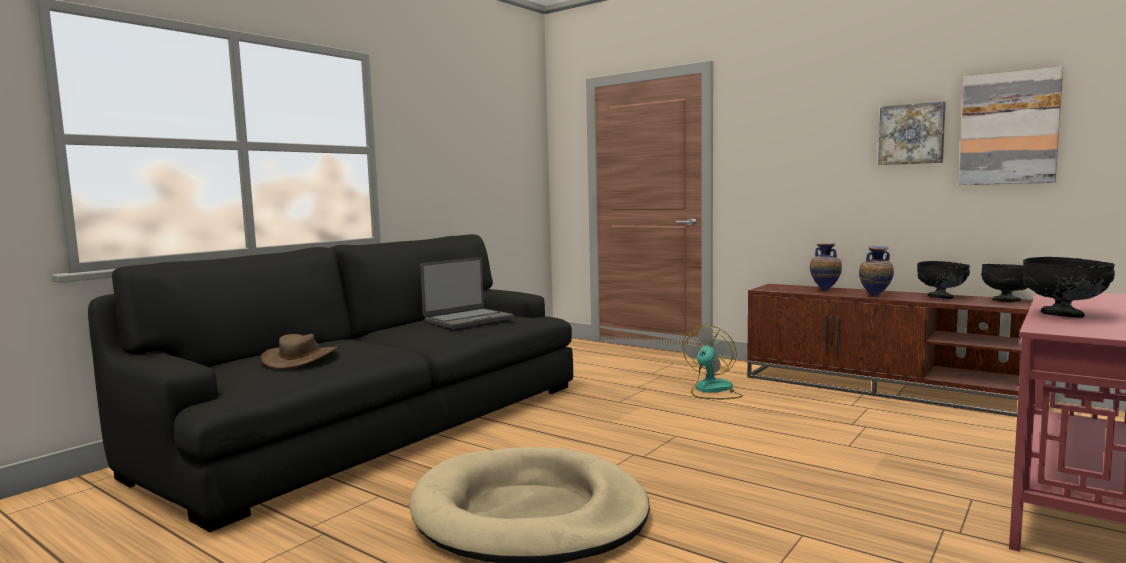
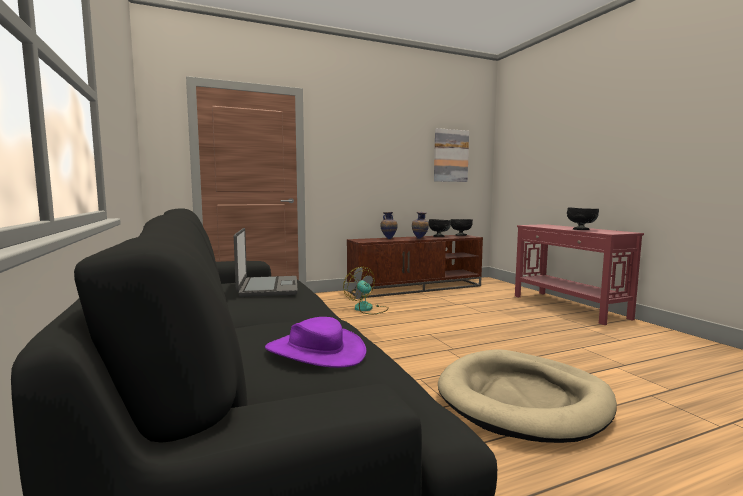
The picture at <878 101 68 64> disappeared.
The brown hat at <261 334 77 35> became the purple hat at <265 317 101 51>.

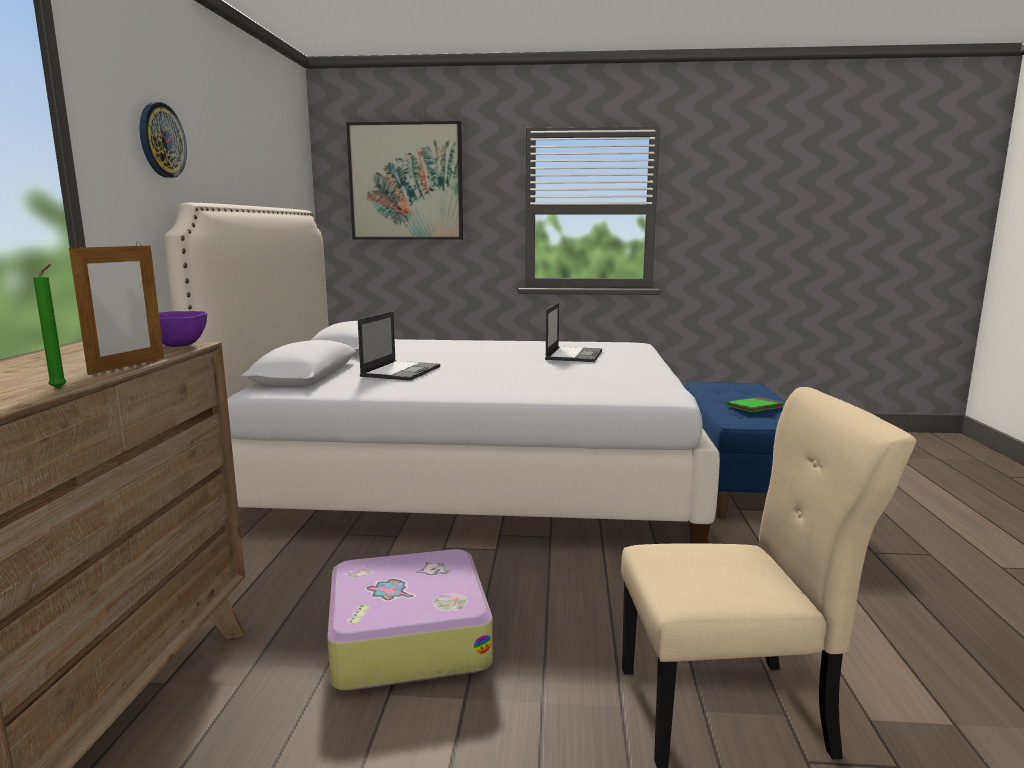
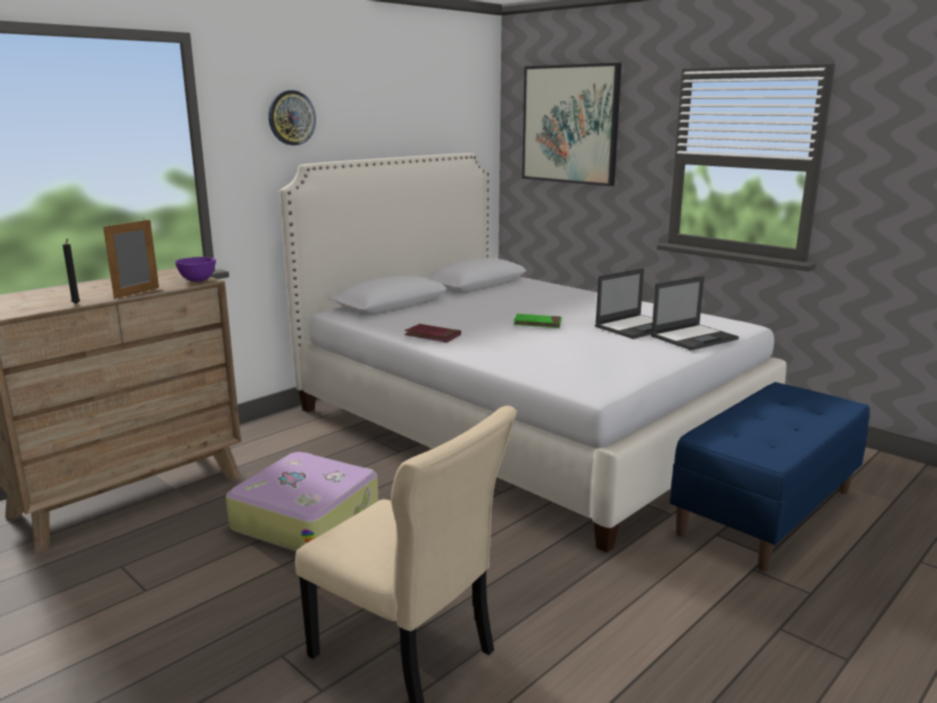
The picture frame at <69 242 95 133> turned 150 degrees clockwise.
The green candle at <33 264 34 125> became the black candle at <63 238 17 66>.
The laptop moved from <358 311 82 70> to <651 276 88 74>.
The green book moved from <726 397 58 15> to <514 314 47 14>.
The red book at <404 324 57 19> appeared.

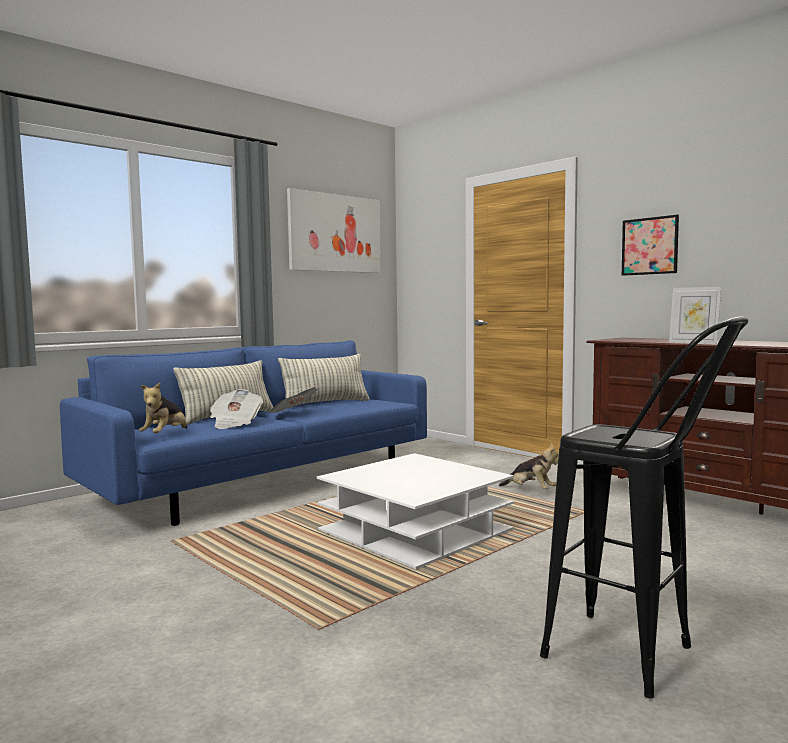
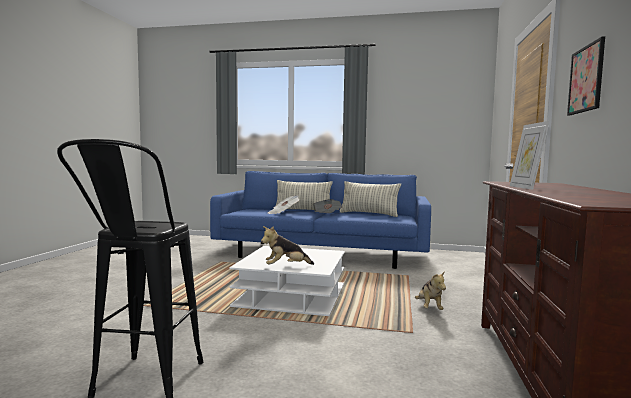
The picture at <287 188 94 85> disappeared.
The plush toy moved from <139 383 48 50> to <261 226 53 39>.

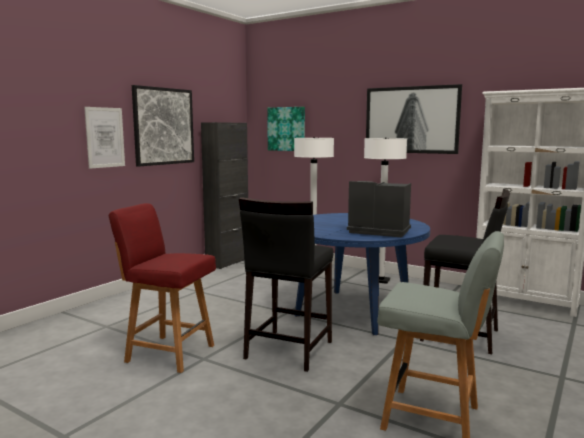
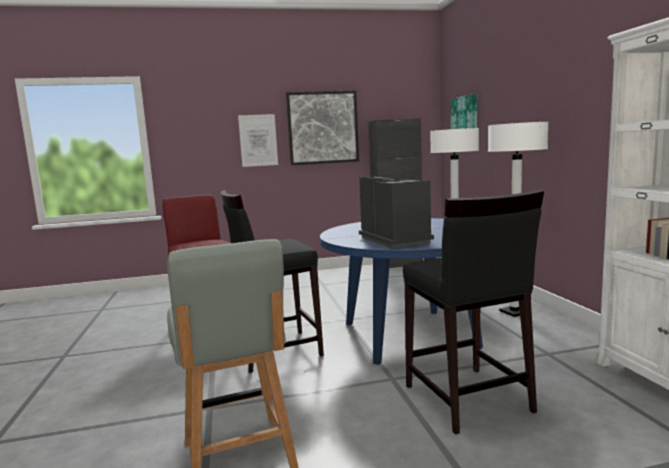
The picture at <366 84 96 70> disappeared.

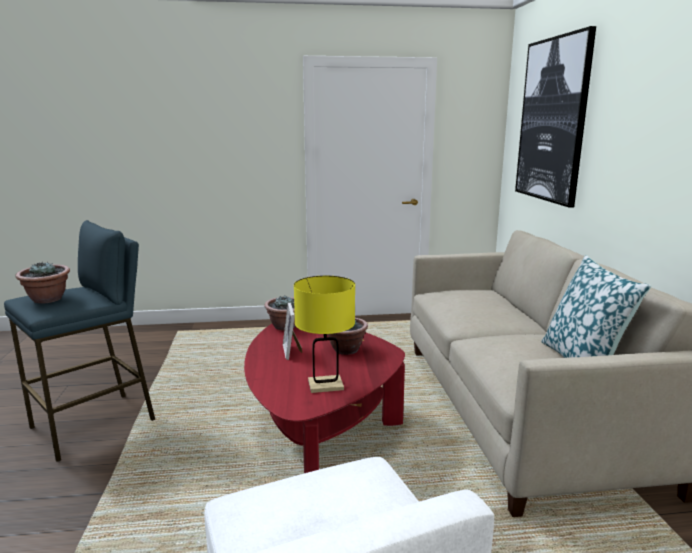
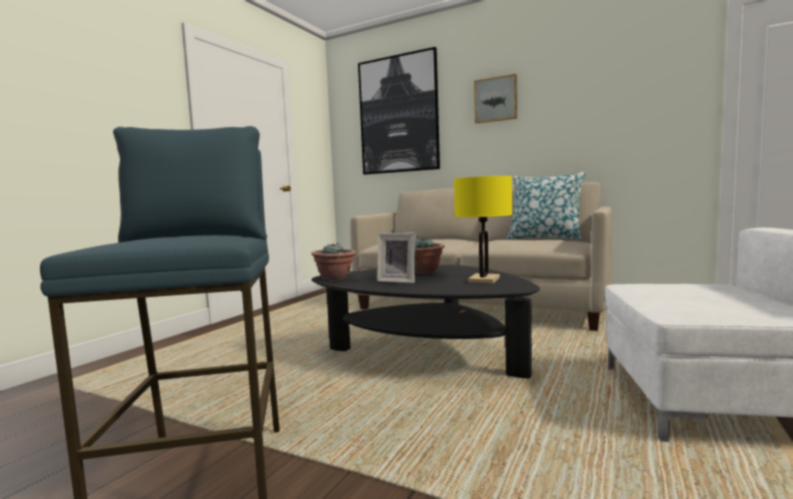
The potted plant at <16 261 54 43> disappeared.
The red coffee table at <244 324 161 149> became the black coffee table at <311 265 229 114>.
The picture at <474 74 43 49> appeared.

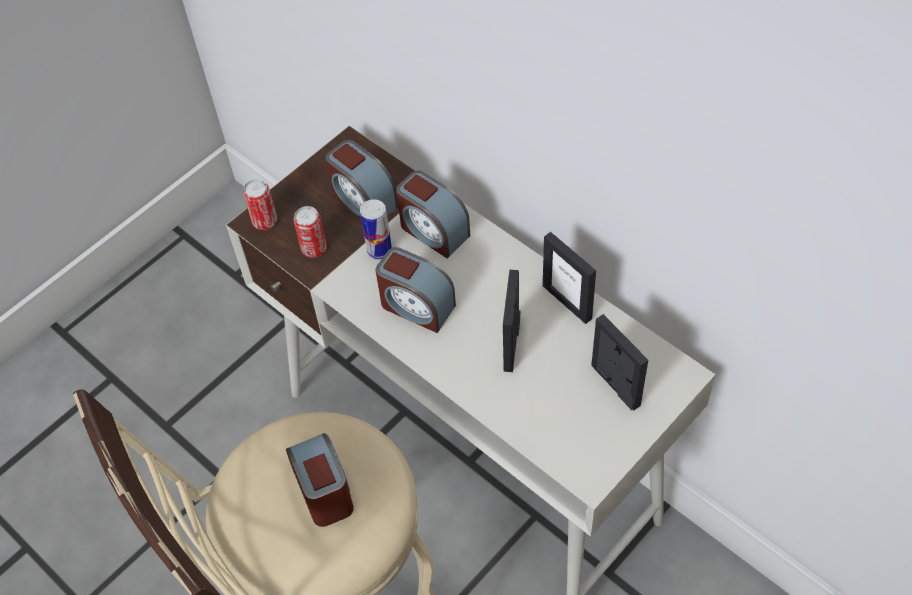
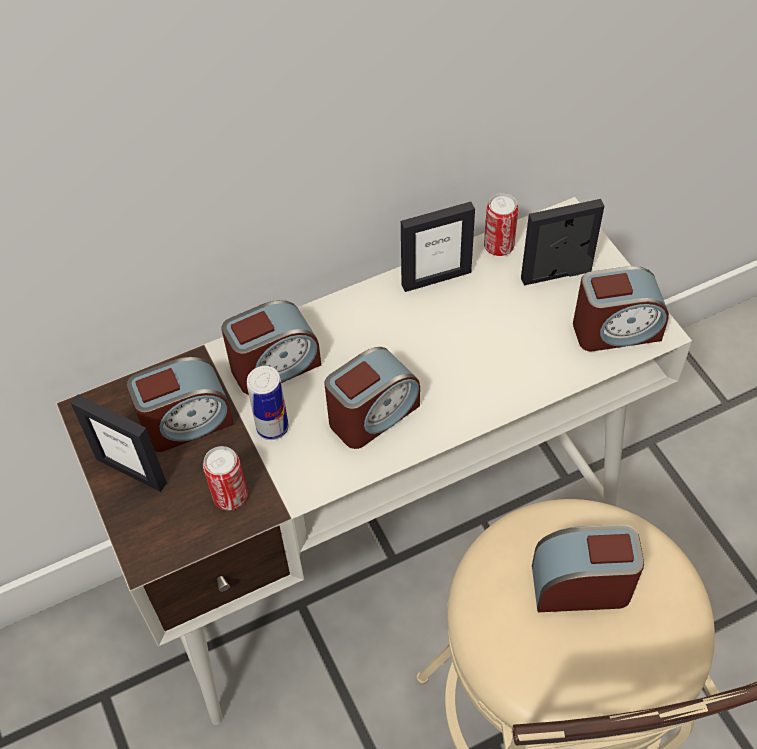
The can moved from <243 179 34 51> to <484 193 34 63>.
The picture frame moved from <503 270 17 102> to <71 394 96 98>.
The alarm clock at <573 266 96 85> appeared.

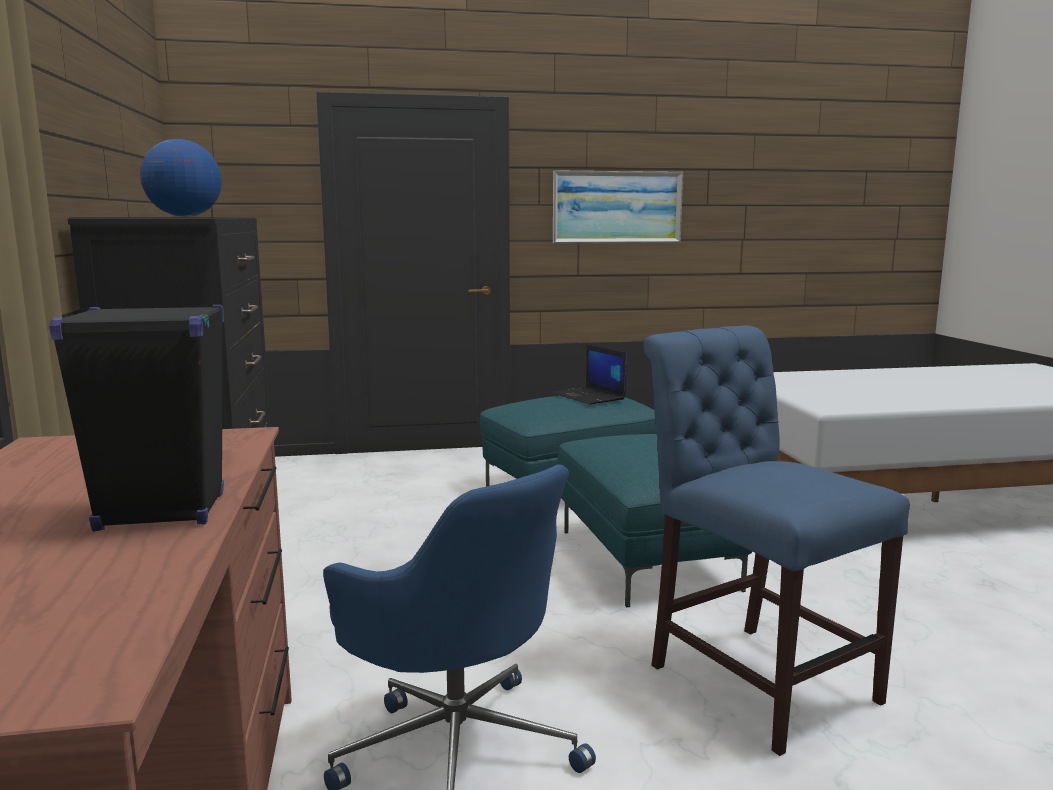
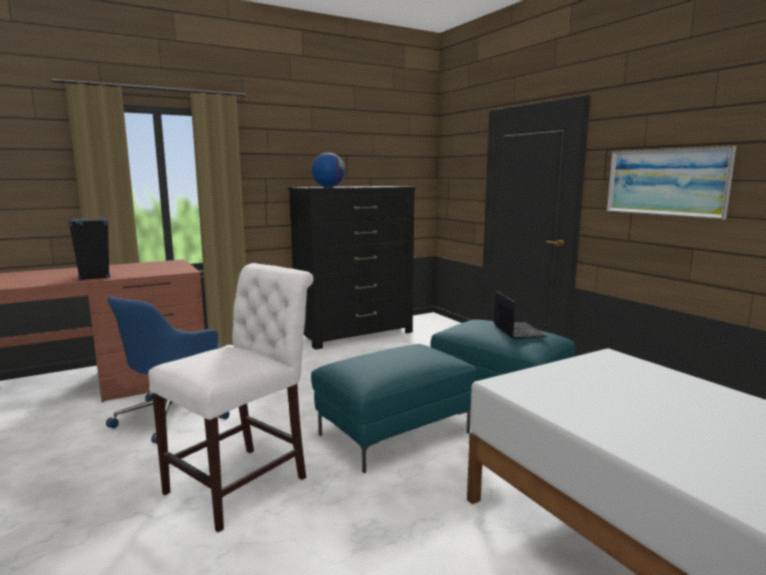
The blue chair at <644 325 266 431> became the white chair at <148 263 166 270>.
The laptop at <552 345 74 60> turned 135 degrees clockwise.

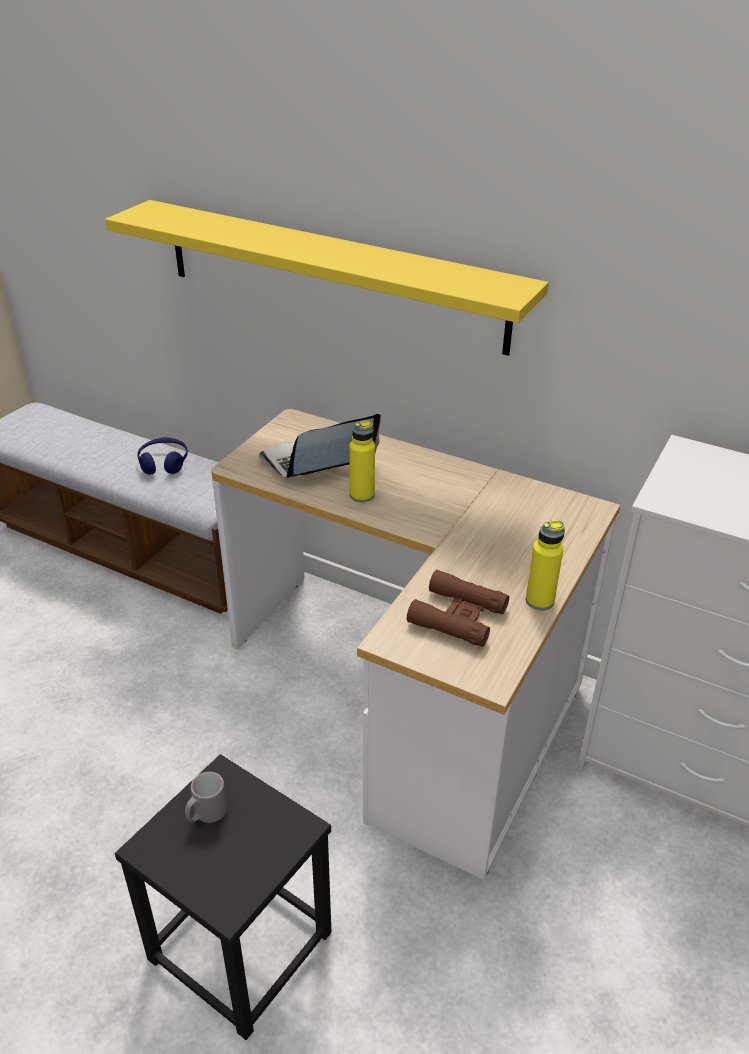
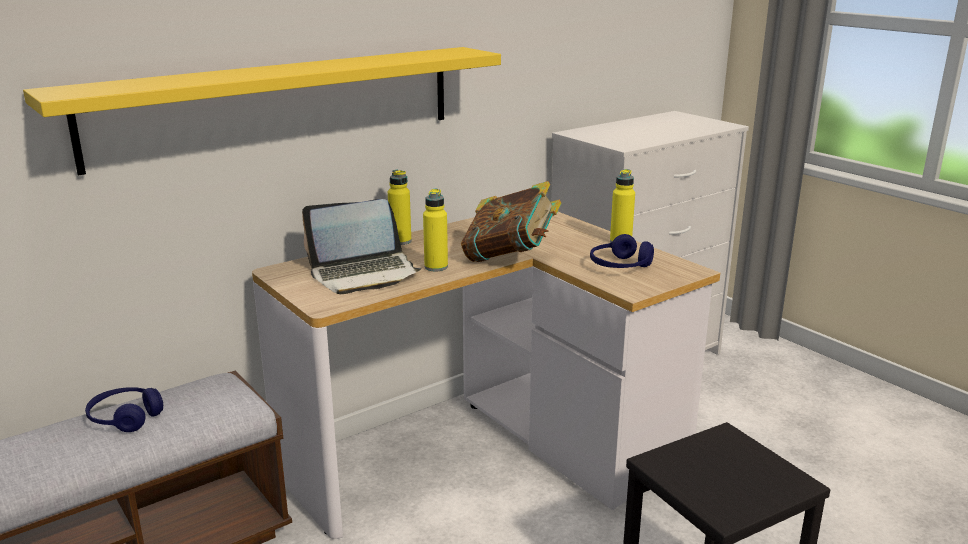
The laptop at <259 414 122 64> turned 105 degrees counterclockwise.
The brown binoculars at <407 570 102 77> was replaced by the blue headphones at <590 234 64 34>.
The grey mug at <185 772 42 51> disappeared.
The yellow bottle at <388 170 24 75> appeared.
The book at <461 181 100 81> appeared.

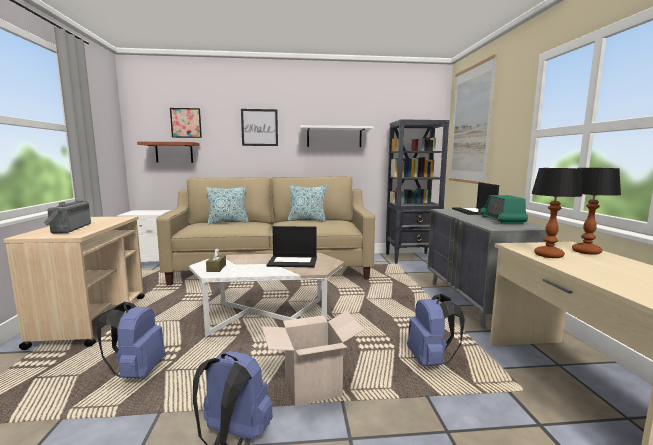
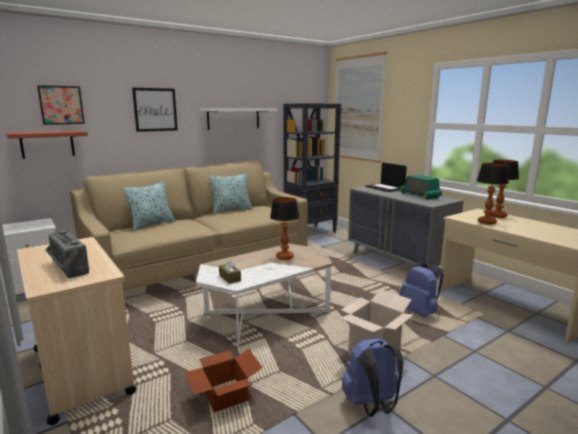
The laptop at <267 226 50 41> was replaced by the table lamp at <270 197 29 63>.
The blue backpack at <96 302 69 76> was replaced by the cardboard box at <185 349 78 63>.

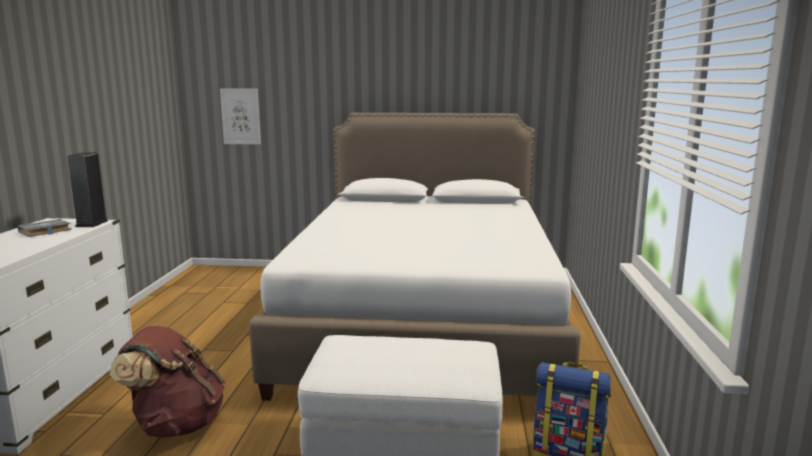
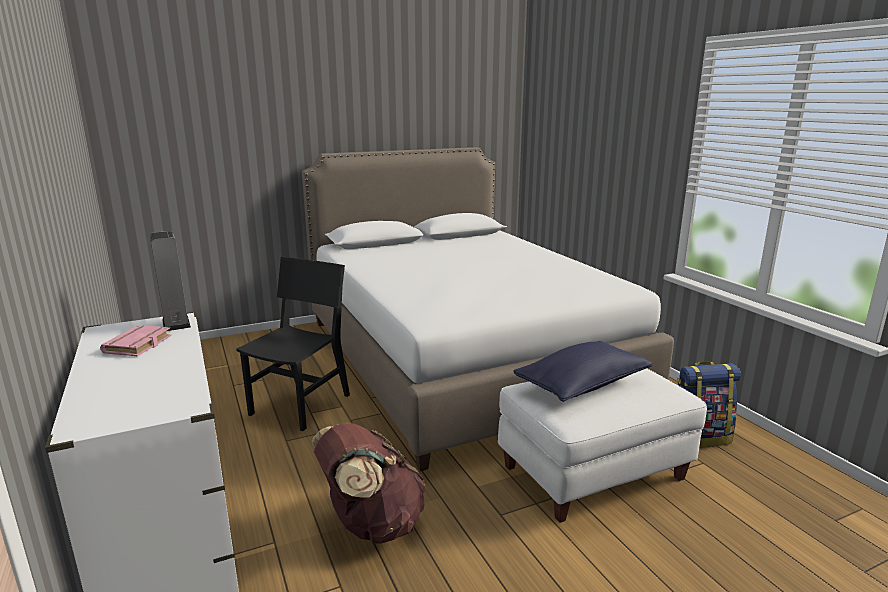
The picture at <220 89 41 56> disappeared.
The grey book at <18 219 54 18> became the pink book at <100 325 72 31>.
The black chair at <236 257 114 174> appeared.
The blue pillow at <513 341 140 61> appeared.

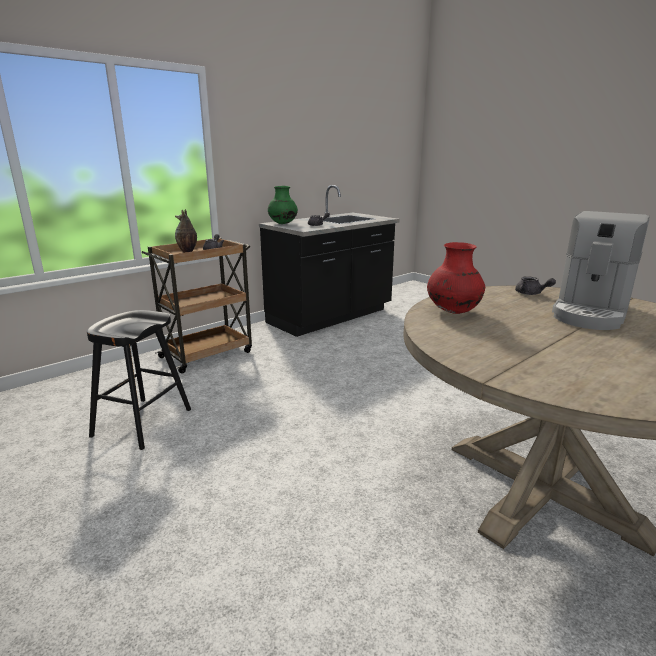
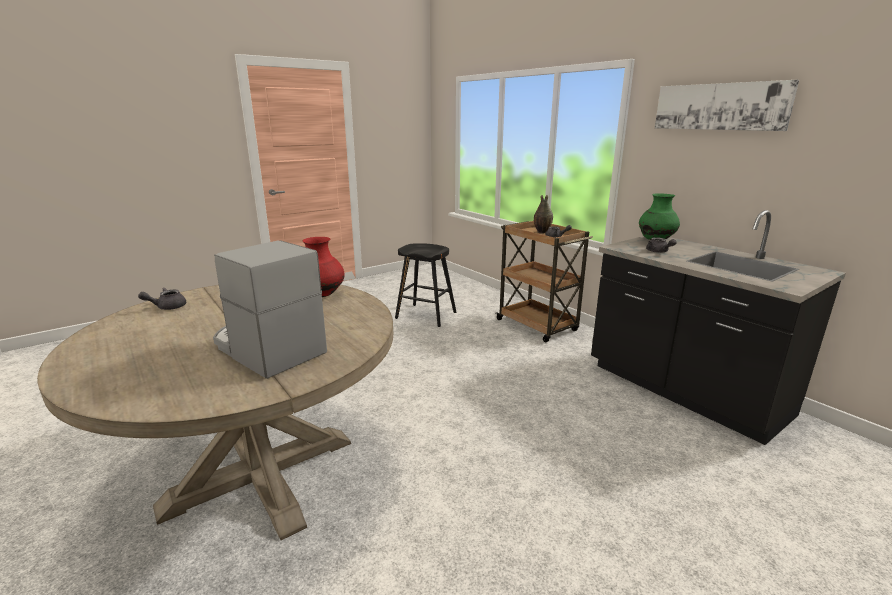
The grey teapot moved from <515 276 41 19> to <138 288 48 22>.
The picture at <655 80 144 51> appeared.

